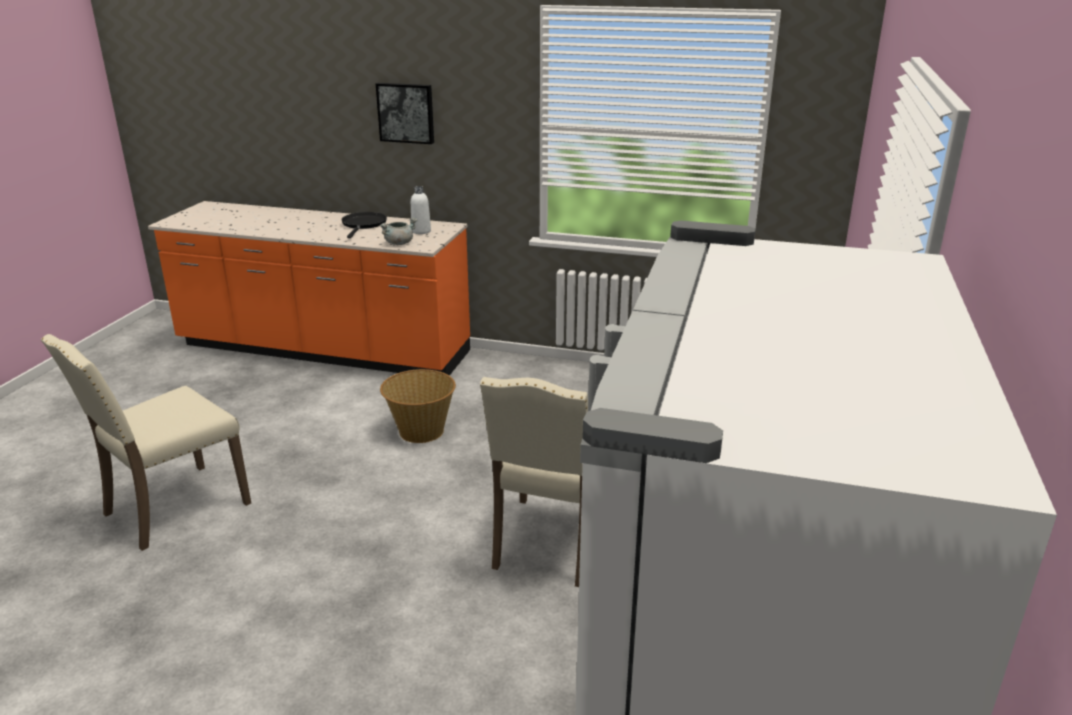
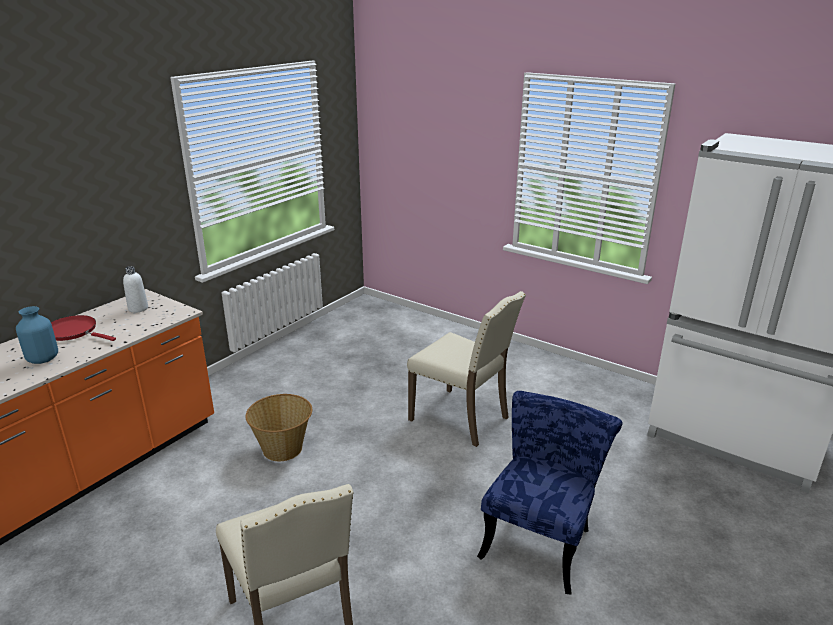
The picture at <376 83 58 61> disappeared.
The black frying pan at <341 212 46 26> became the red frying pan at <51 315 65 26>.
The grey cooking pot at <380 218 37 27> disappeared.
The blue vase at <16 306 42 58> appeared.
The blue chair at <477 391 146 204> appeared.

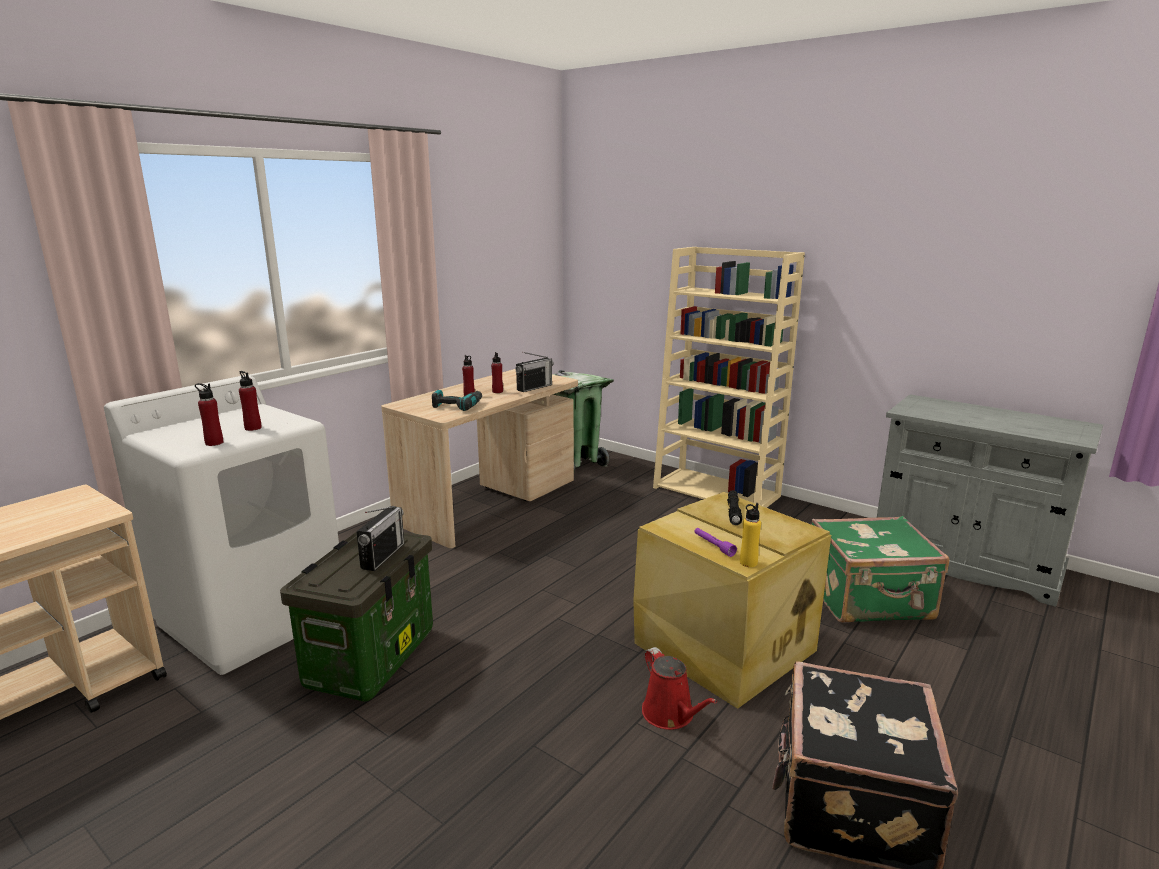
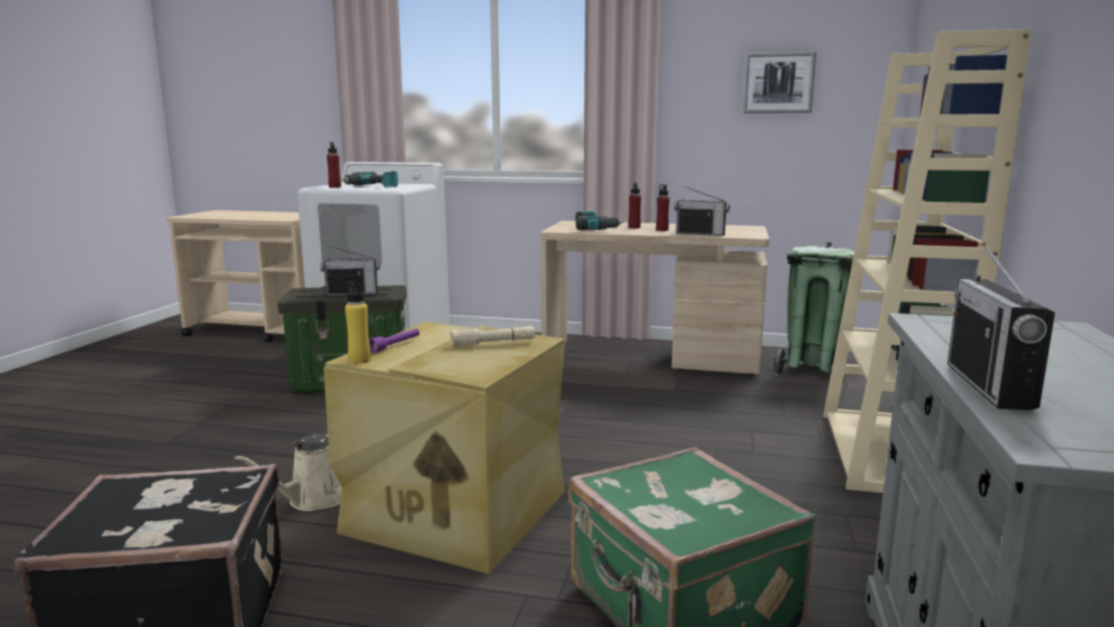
The red bottle at <239 371 23 60> was replaced by the power drill at <342 171 56 16>.
The black flashlight at <727 490 15 35> became the beige flashlight at <451 326 84 20>.
The red watering can at <642 647 75 83> became the beige watering can at <234 434 108 77>.
The picture at <742 51 74 62> appeared.
The radio at <947 242 108 168> appeared.

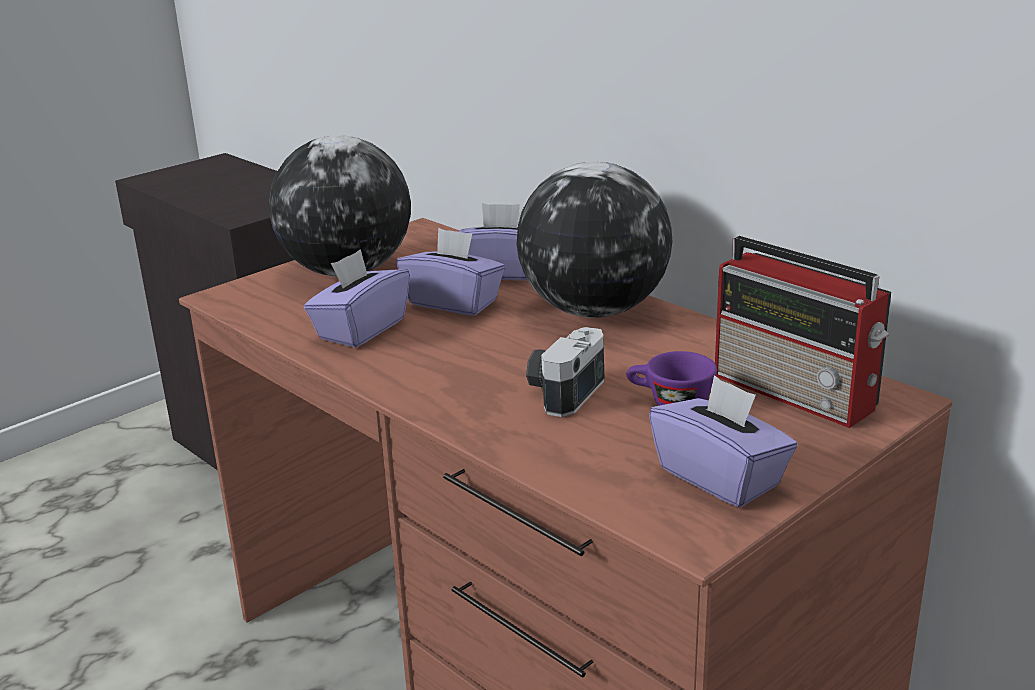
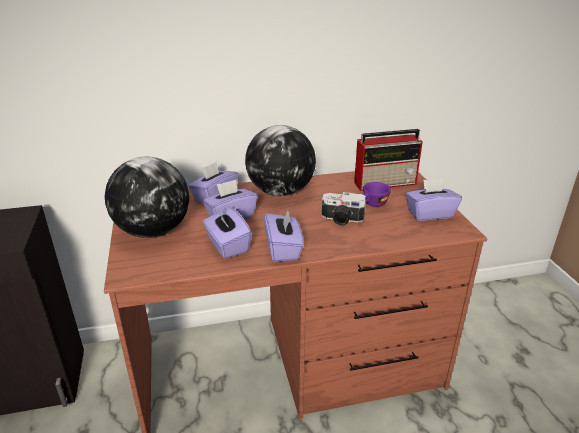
The photo camera at <526 327 79 90> turned 45 degrees counterclockwise.
The purple tissue box at <264 210 40 52> appeared.

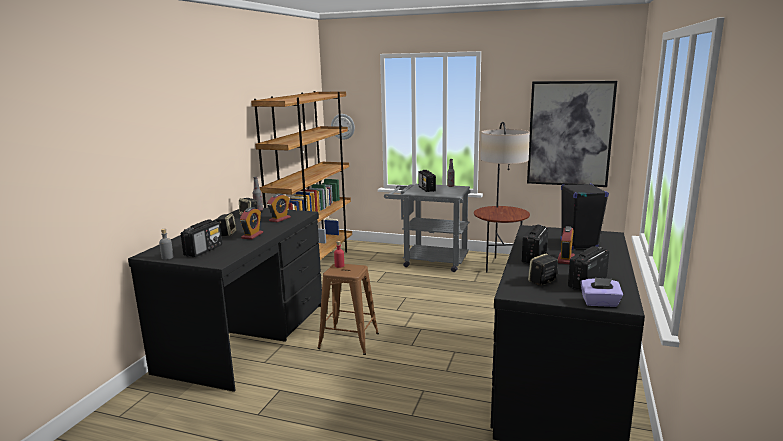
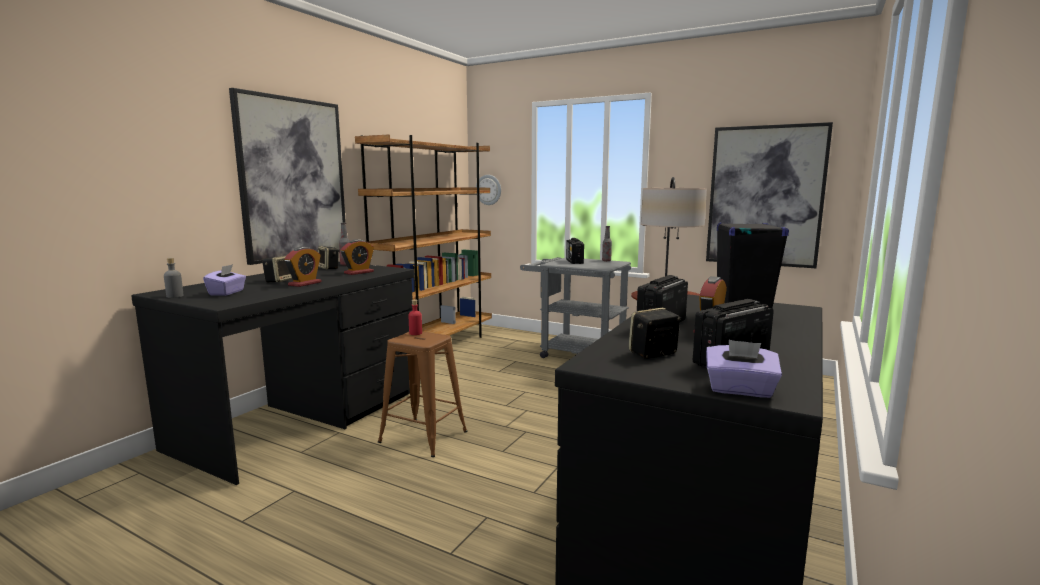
The radio at <181 219 41 38> was replaced by the purple tissue box at <203 264 43 32>.
The picture at <229 88 117 177> appeared.

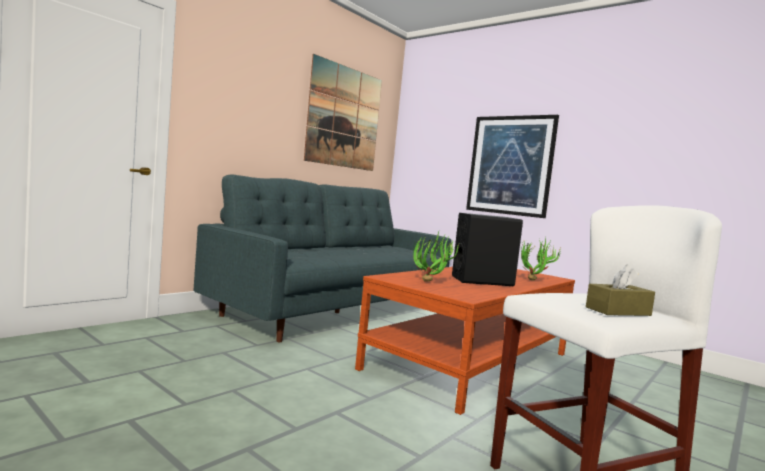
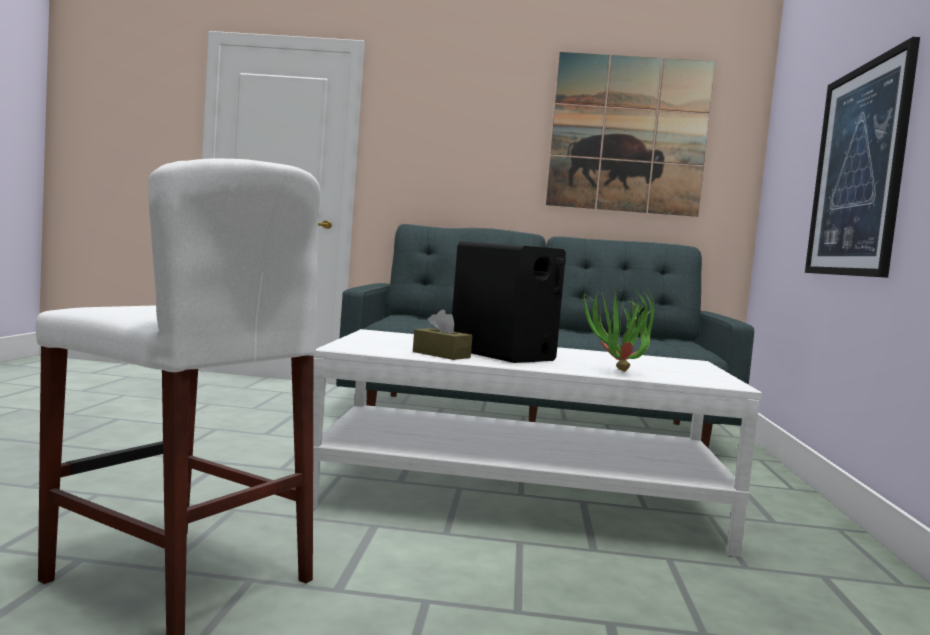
The potted plant at <413 229 47 53> disappeared.
The brown tissue box moved from <586 265 69 51> to <413 310 60 50>.
The brown coffee table at <355 267 220 148> became the white coffee table at <313 329 449 228>.

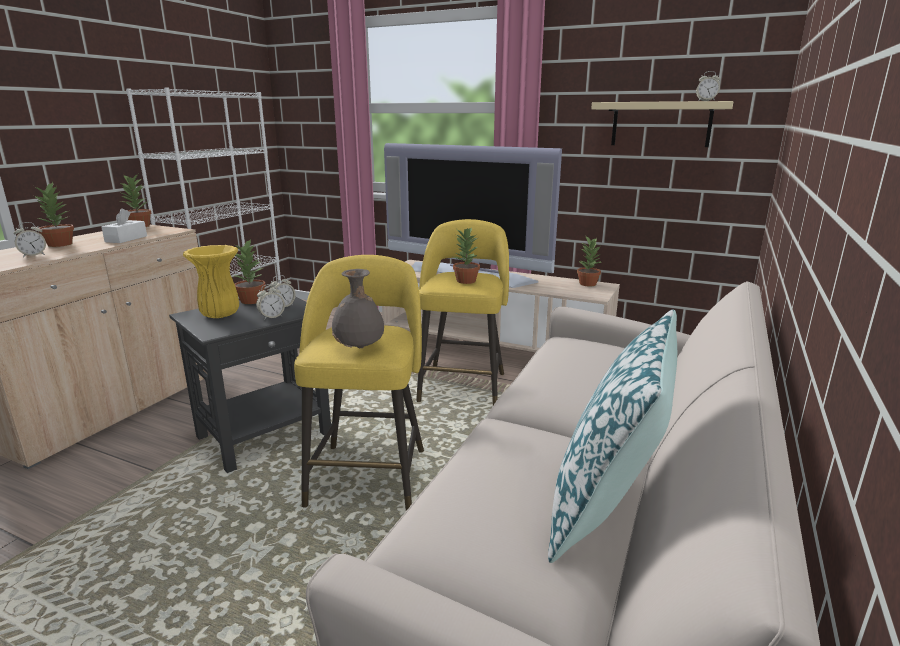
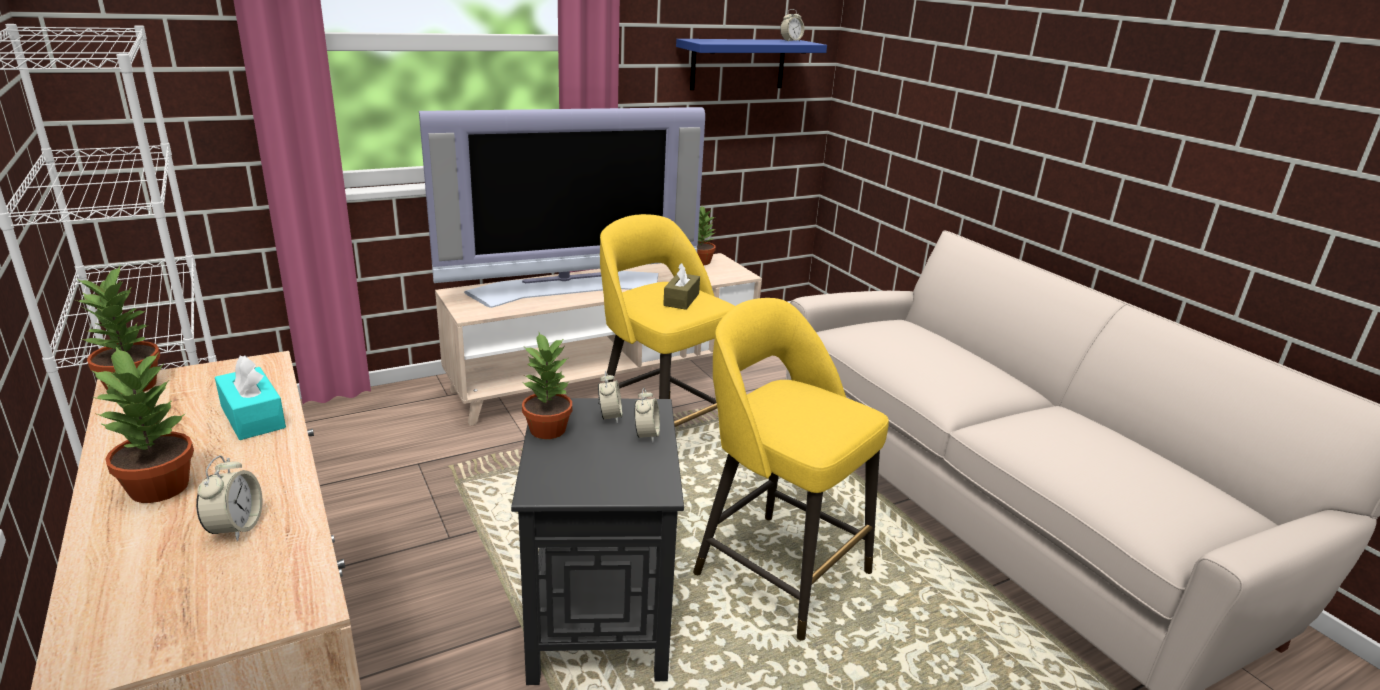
The beige shelf at <591 101 143 46> became the blue shelf at <676 39 151 51>.
The white tissue box at <101 208 46 35> became the turquoise tissue box at <215 355 71 85>.
The potted plant at <453 227 27 57> was replaced by the brown tissue box at <663 263 37 47>.
The yellow vase at <183 245 56 73> disappeared.
The grey vase at <332 269 52 79> disappeared.
The pillow at <548 309 129 254> disappeared.

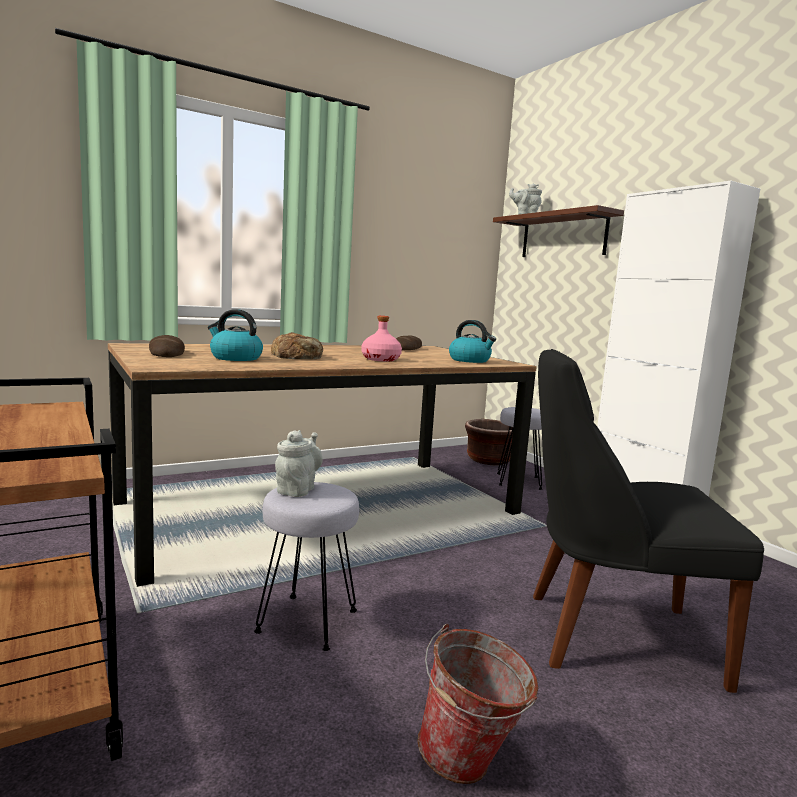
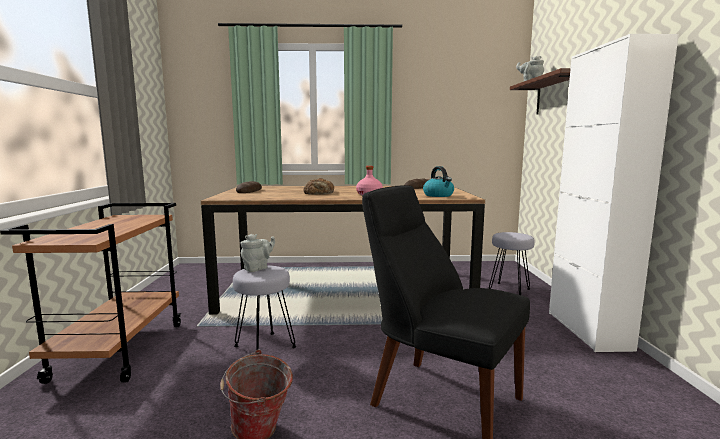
The kettle at <208 310 55 51> disappeared.
The brown planter at <465 419 48 46> disappeared.

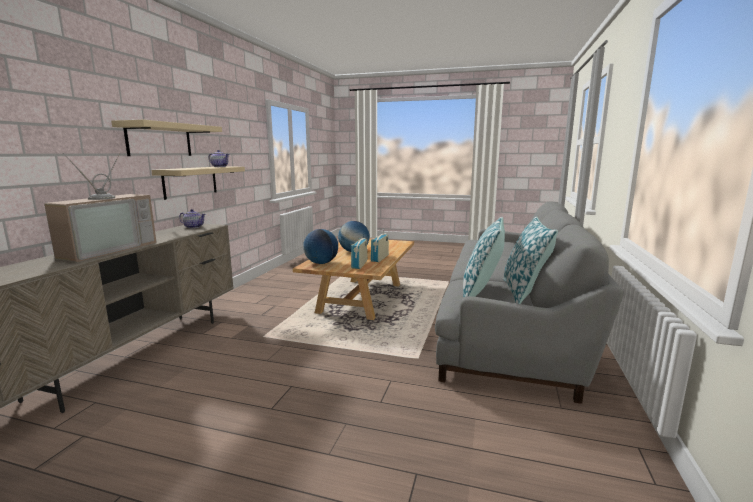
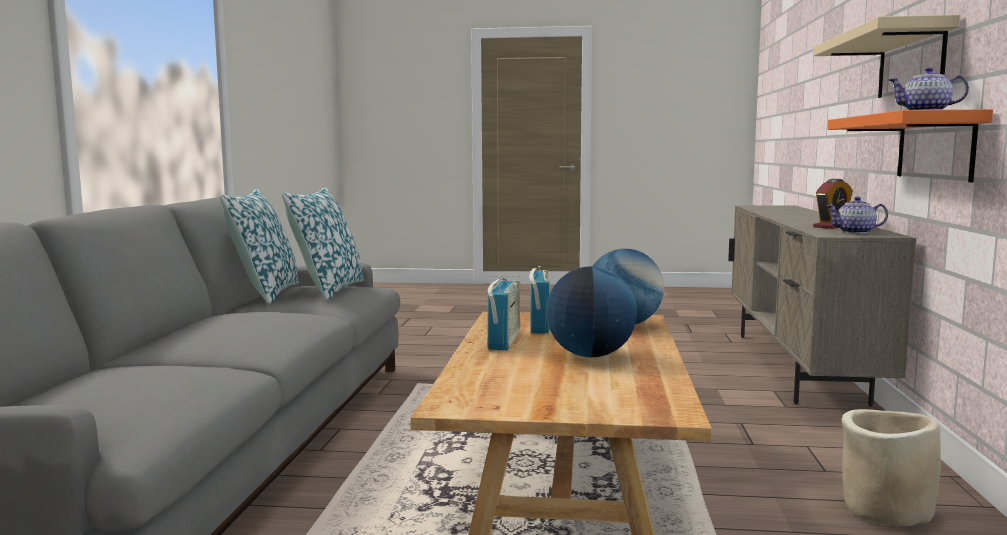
The television at <44 153 112 109> disappeared.
The beige shelf at <151 167 94 33> became the orange shelf at <827 109 166 73>.
The alarm clock at <813 179 40 50> appeared.
The beige planter at <842 409 99 117> appeared.

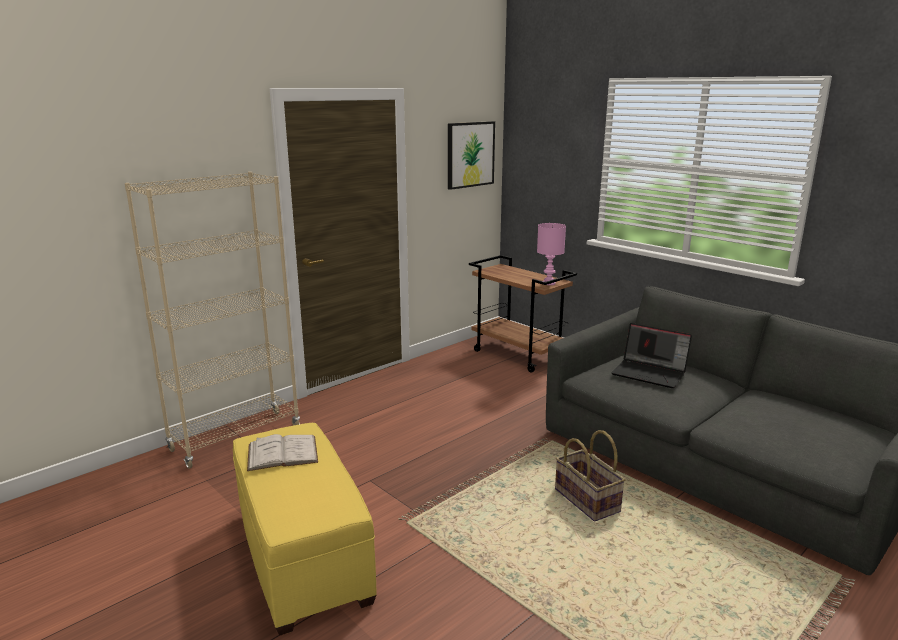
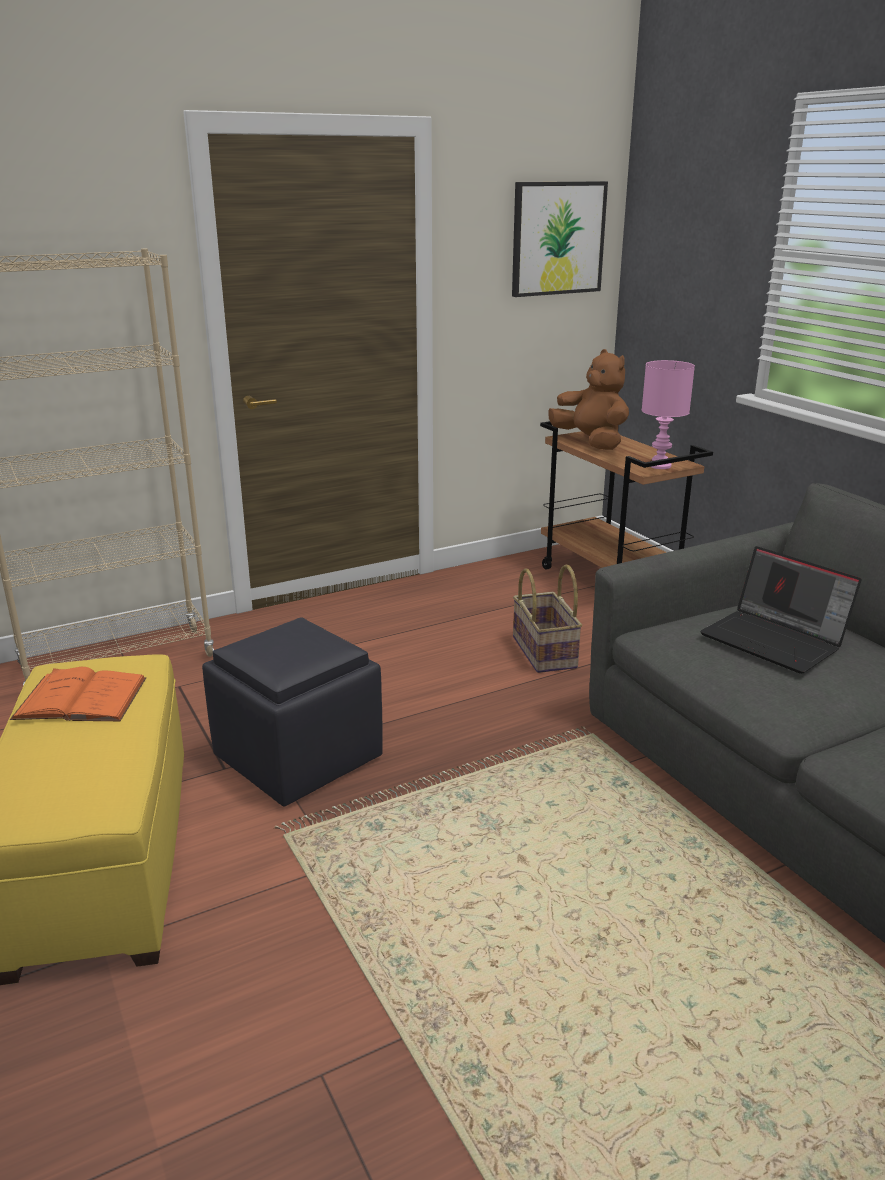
The basket moved from <555 430 70 91> to <513 565 69 108>.
The white book at <247 434 71 37> became the orange book at <10 667 136 54>.
The brown plush toy at <548 349 81 101> appeared.
The black ottoman at <202 617 181 189> appeared.

